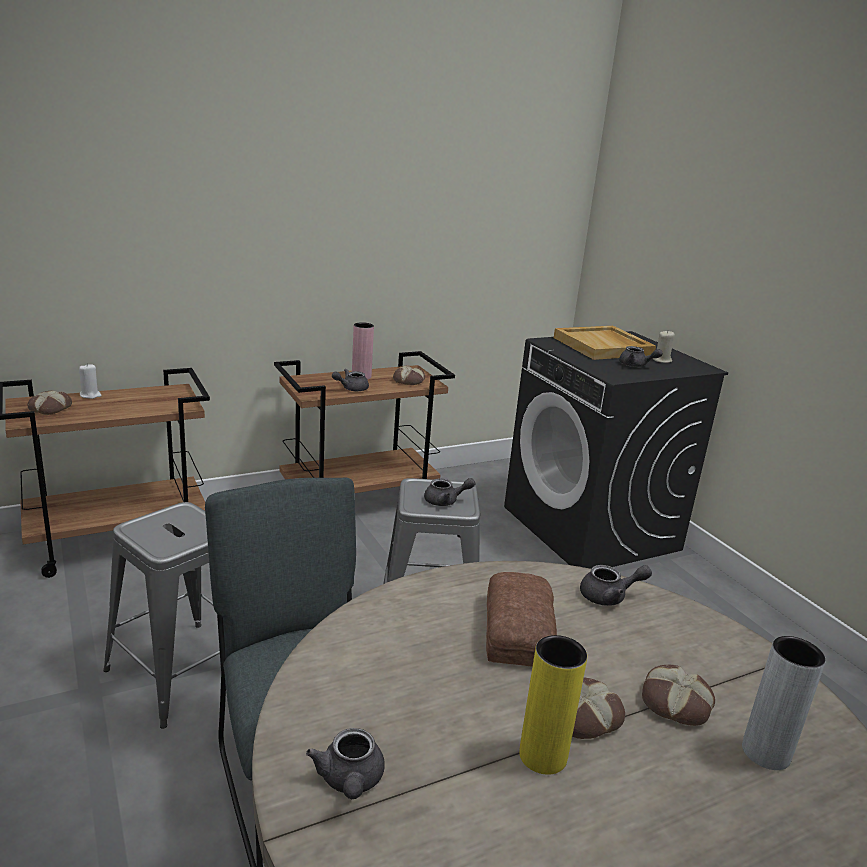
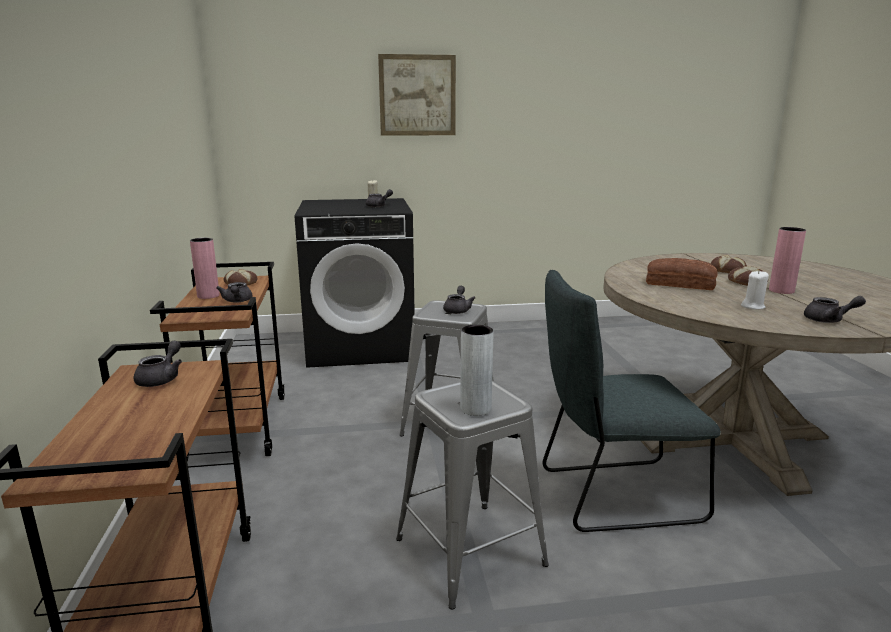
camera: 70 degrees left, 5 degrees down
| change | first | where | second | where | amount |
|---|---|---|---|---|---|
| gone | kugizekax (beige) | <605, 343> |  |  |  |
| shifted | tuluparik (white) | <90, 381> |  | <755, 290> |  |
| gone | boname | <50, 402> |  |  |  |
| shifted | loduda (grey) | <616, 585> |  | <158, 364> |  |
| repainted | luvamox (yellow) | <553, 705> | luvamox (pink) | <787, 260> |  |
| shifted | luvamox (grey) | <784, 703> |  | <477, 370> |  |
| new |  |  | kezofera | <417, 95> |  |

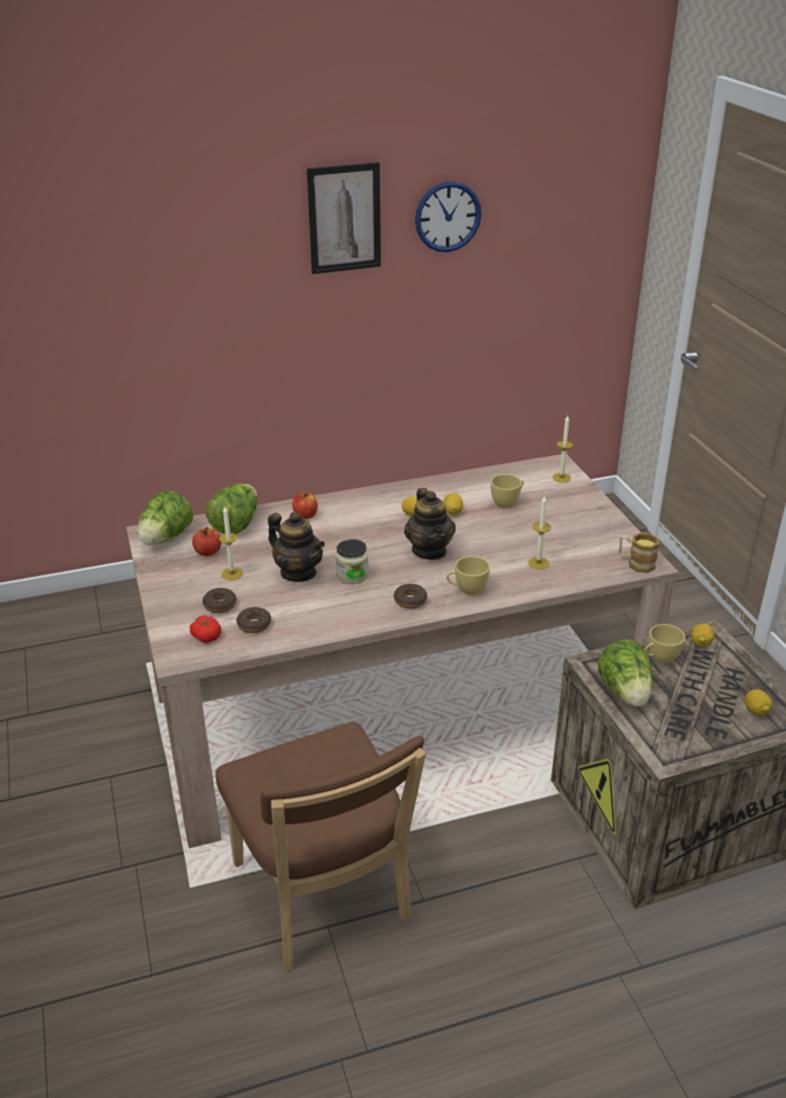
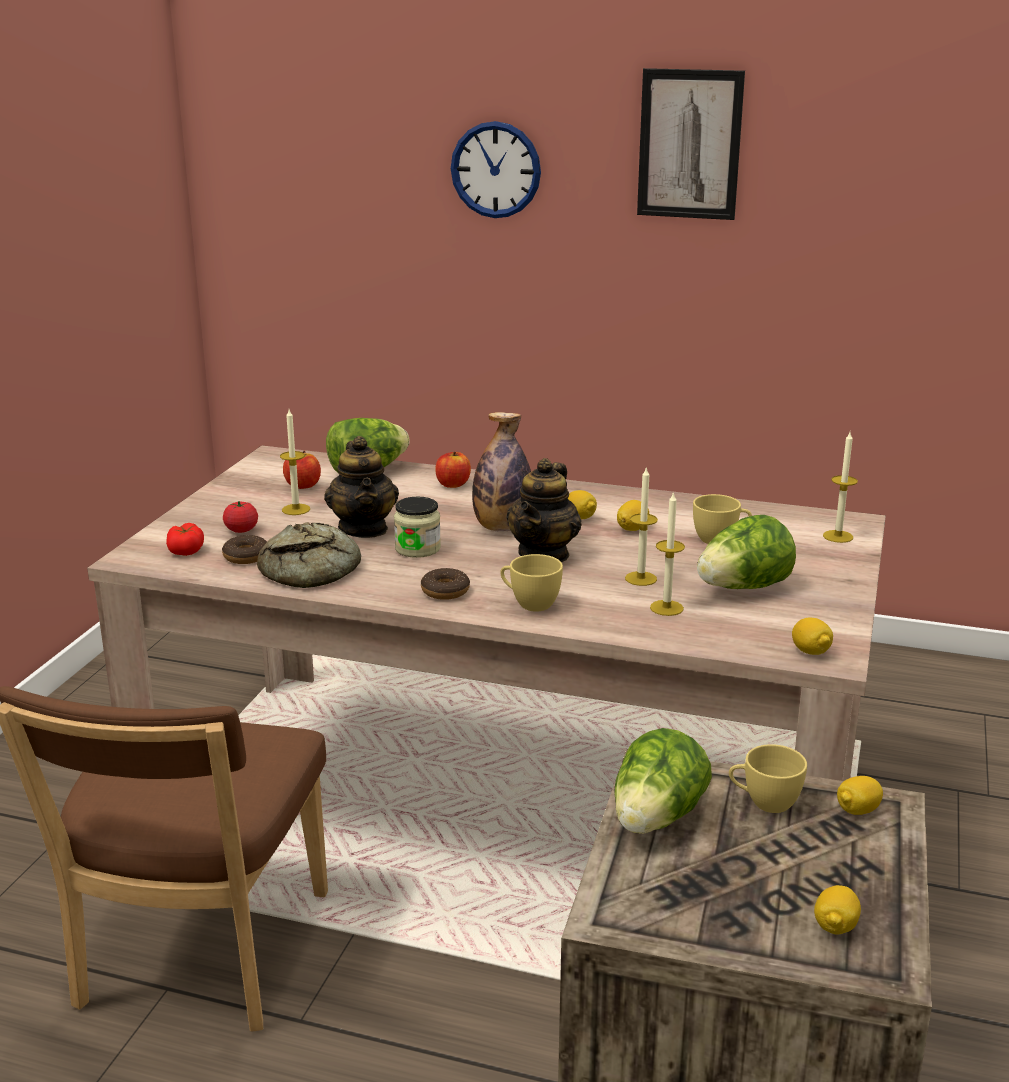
camera: 35 degrees right, 10 degrees down
| change | first | where | second | where | amount |
|---|---|---|---|---|---|
| shifted | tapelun | <448, 216> |  | <496, 169> |  |
| shifted | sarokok | <165, 518> |  | <746, 552> |  |
| swapped | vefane | <639, 553> | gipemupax | <812, 636> |  |
| swapped | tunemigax | <220, 600> | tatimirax | <240, 517> |  |
| new |  |  | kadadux | <501, 472> |  |
| new |  |  | tuluparik | <641, 526> |  |
| new |  |  | boname | <309, 555> |  |

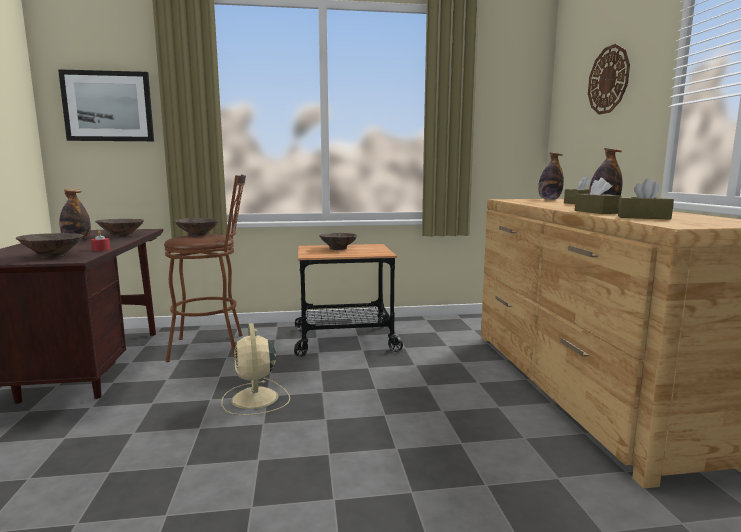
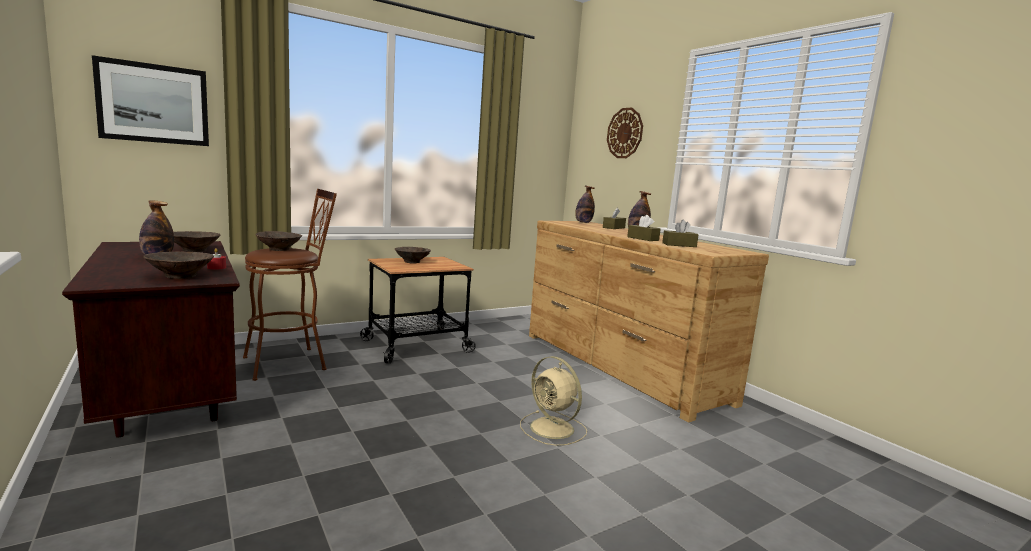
camera: 25 degrees left, 0 degrees up
| change | first | where | second | where | amount |
|---|---|---|---|---|---|
| shifted | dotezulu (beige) | <256, 369> |  | <553, 401> |  |

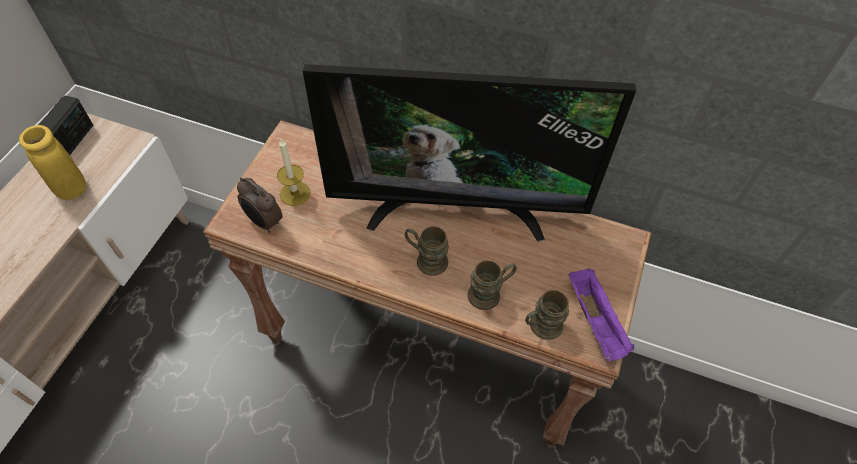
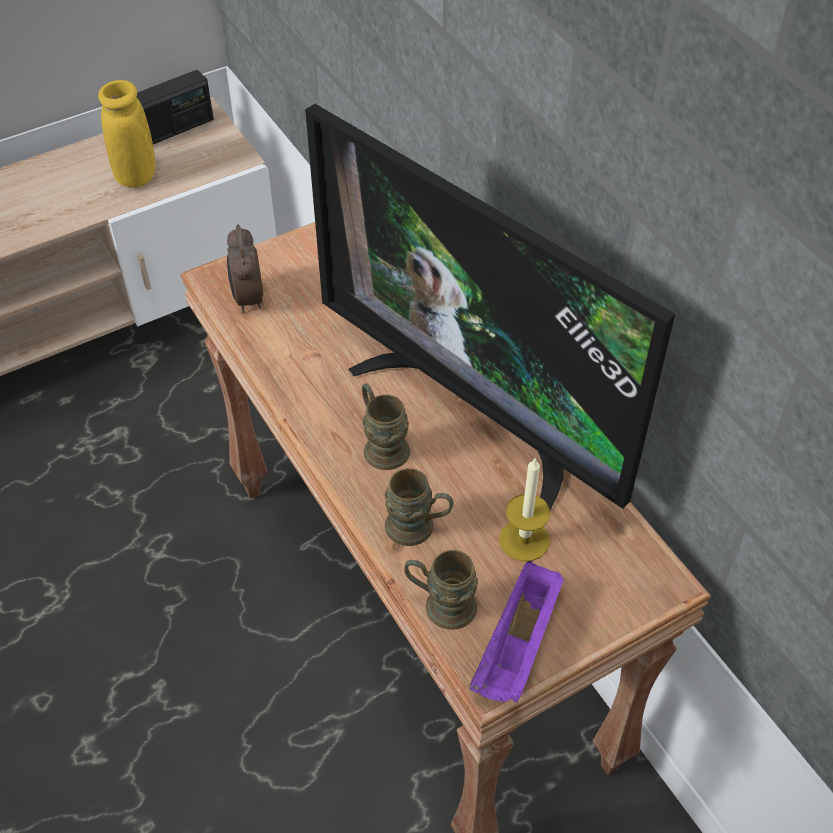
camera: 40 degrees right, 5 degrees down
| change | first | where | second | where | amount |
|---|---|---|---|---|---|
| shifted | tuluparik | <293, 172> |  | <524, 509> |  |

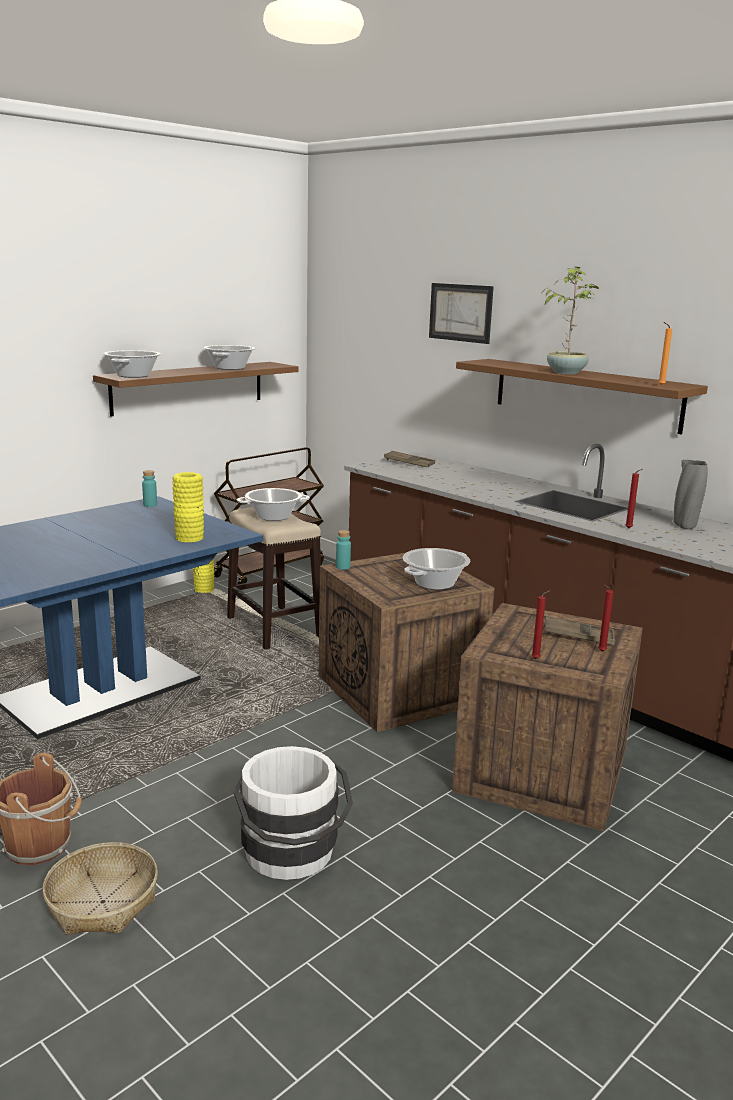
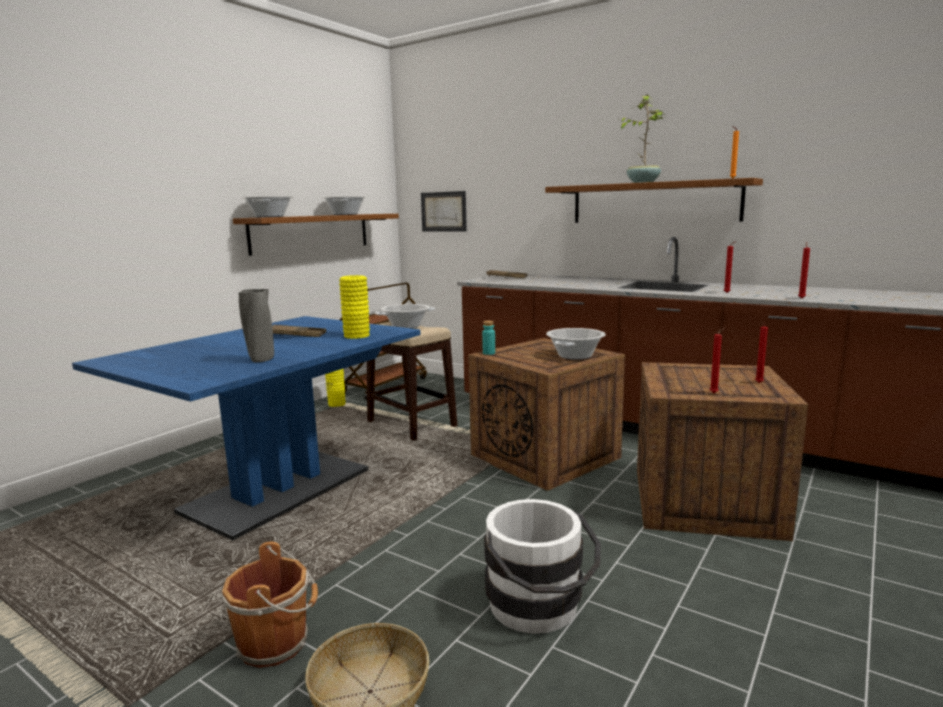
camera: 10 degrees left, 5 degrees down
| change | first | where | second | where | amount |
|---|---|---|---|---|---|
| shifted | kezofera | <461, 313> |  | <444, 211> |  |
| shifted | luvamox (grey) | <690, 494> |  | <256, 325> |  |
| gone | kadadux (turquoise) | <149, 488> |  |  |  |
| shifted | kugizekax (brown) | <580, 630> |  | <299, 331> |  |
| new |  |  | tuluparik (red) | <804, 270> |  |

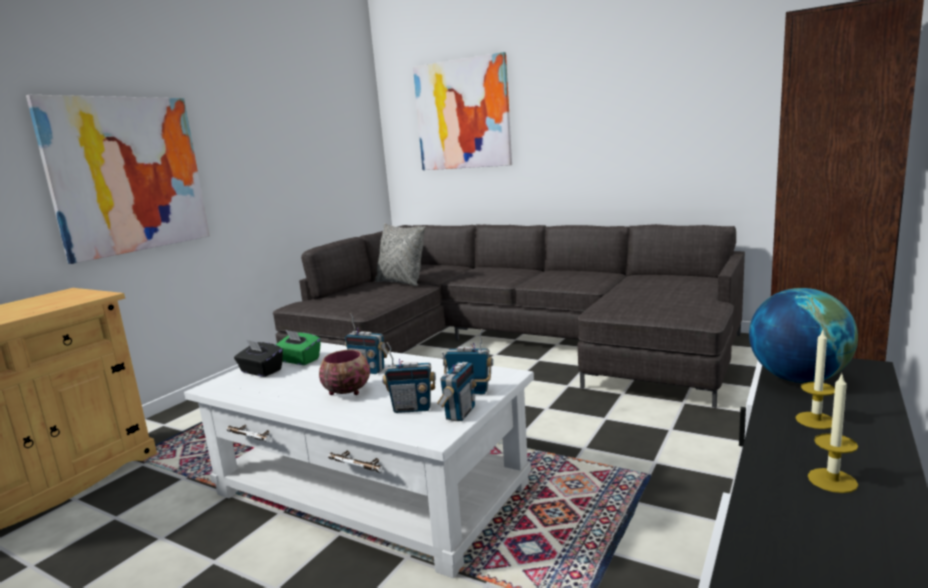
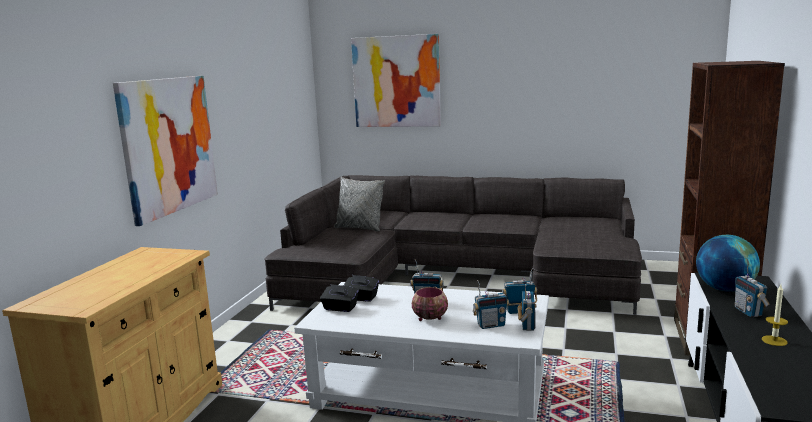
camera: 15 degrees left, 0 degrees up
| change | first | where | second | where | amount |
|---|---|---|---|---|---|
| repainted | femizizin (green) | <298, 347> | femizizin (black) | <361, 288> |  |
| swapped | tuluparik | <815, 380> | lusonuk | <752, 288> |  |

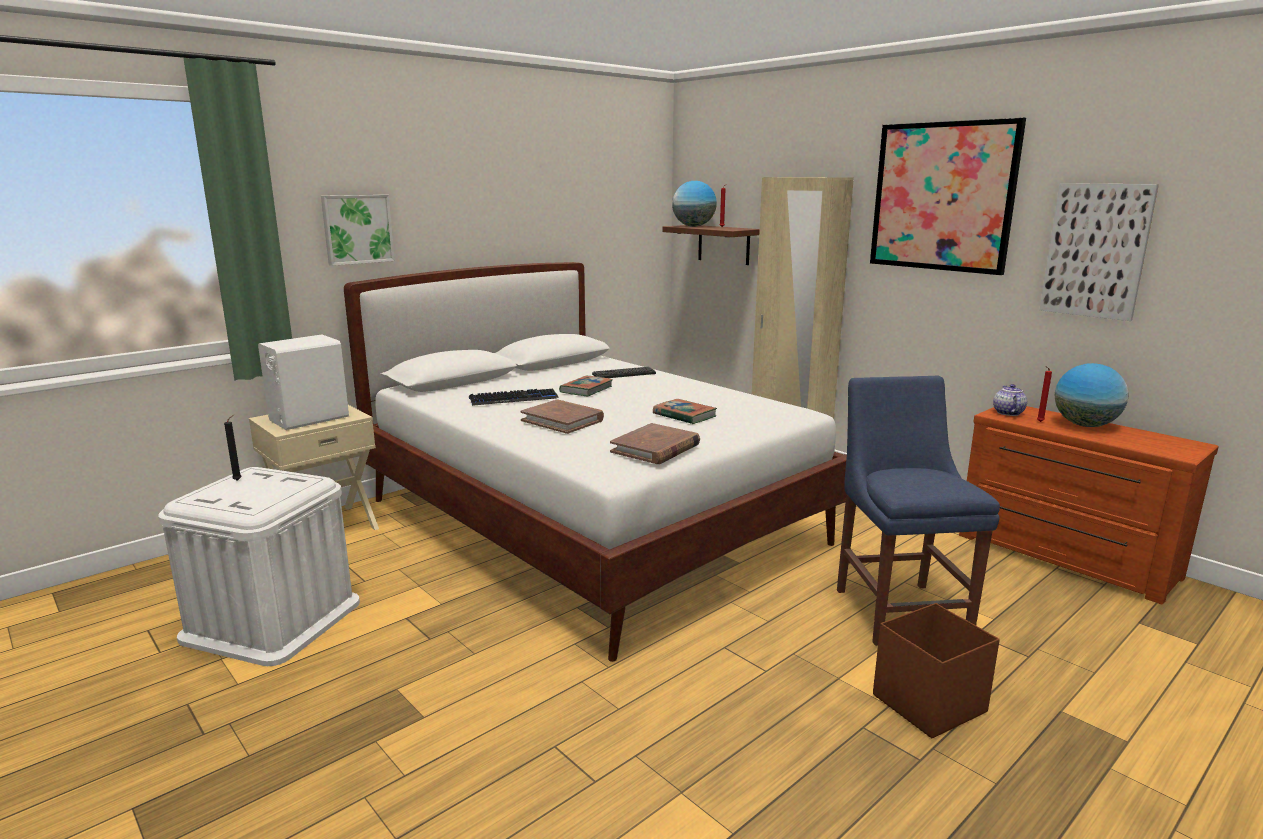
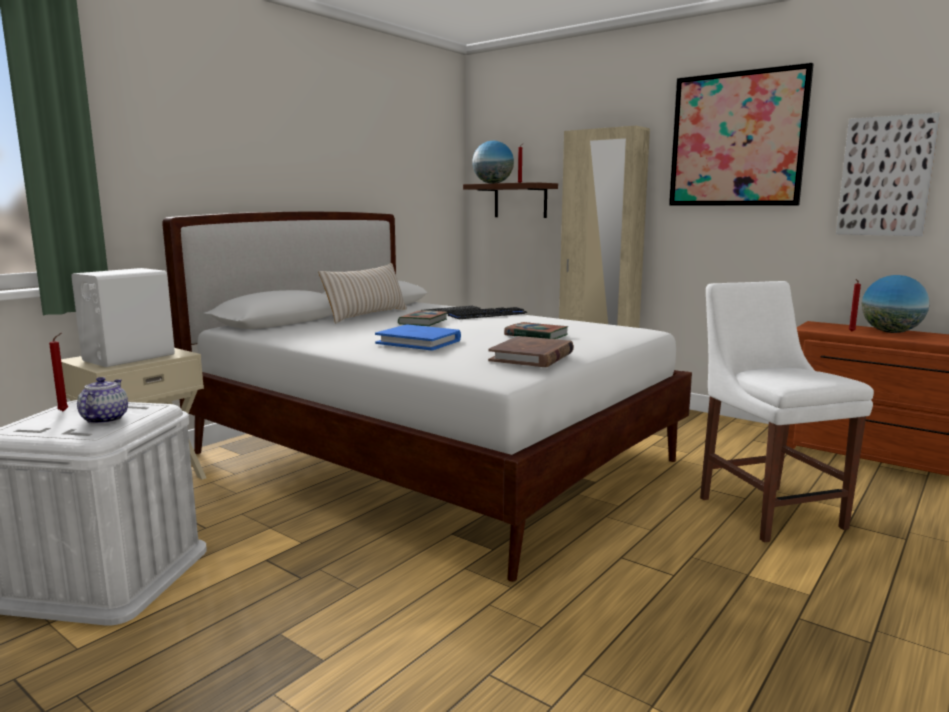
camera: 10 degrees left, 5 degrees down
| change | first | where | second | where | amount |
|---|---|---|---|---|---|
| gone | kezofera | <358, 230> |  |  |  |
| repainted | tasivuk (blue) | <918, 511> | tasivuk (white) | <787, 412> |  |
| shifted | loduda | <1010, 400> |  | <102, 400> |  |
| shifted | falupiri | <514, 397> |  | <487, 313> |  |
| repainted | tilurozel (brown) | <562, 417> | tilurozel (blue) | <418, 338> |  |
| repainted | tuluparik (black) | <233, 447> | tuluparik (red) | <58, 372> |  |
| gone | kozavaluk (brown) | <936, 670> |  |  |  |
| new |  |  | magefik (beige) | <362, 293> |  |

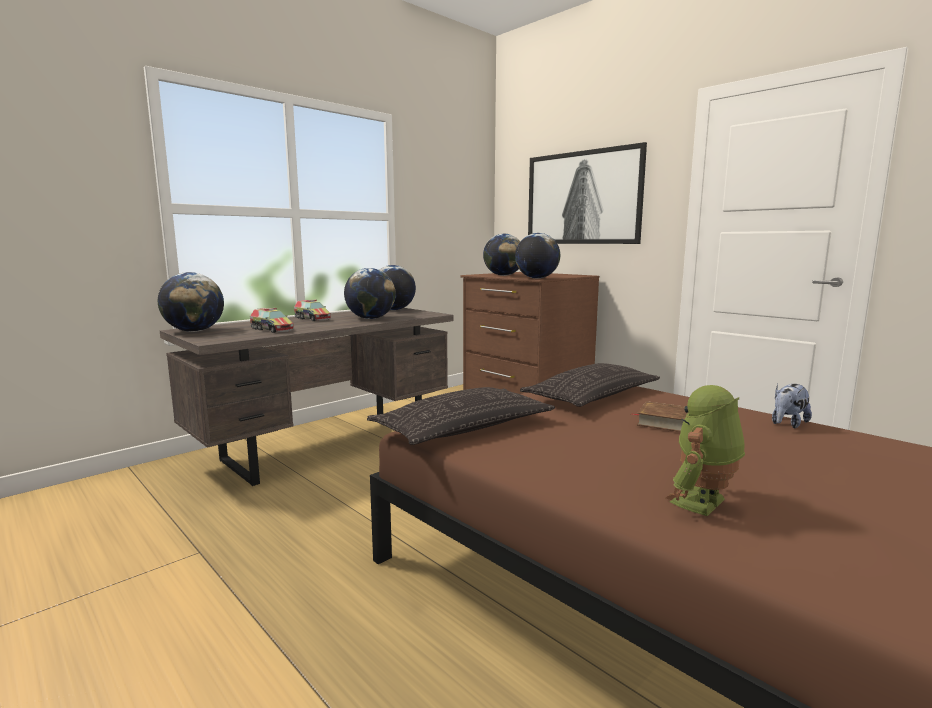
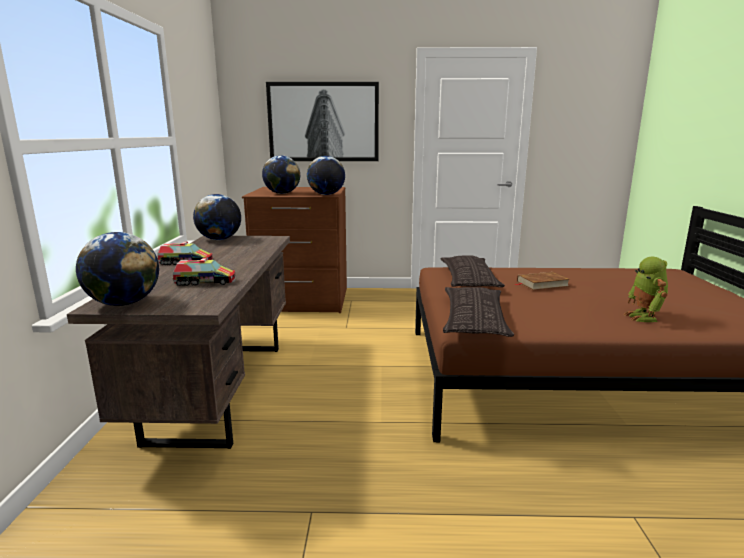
camera: 45 degrees left, 5 degrees up
| change | first | where | second | where | amount |
|---|---|---|---|---|---|
| gone | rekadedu | <370, 293> |  |  |  |
| gone | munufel | <792, 405> |  |  |  |

